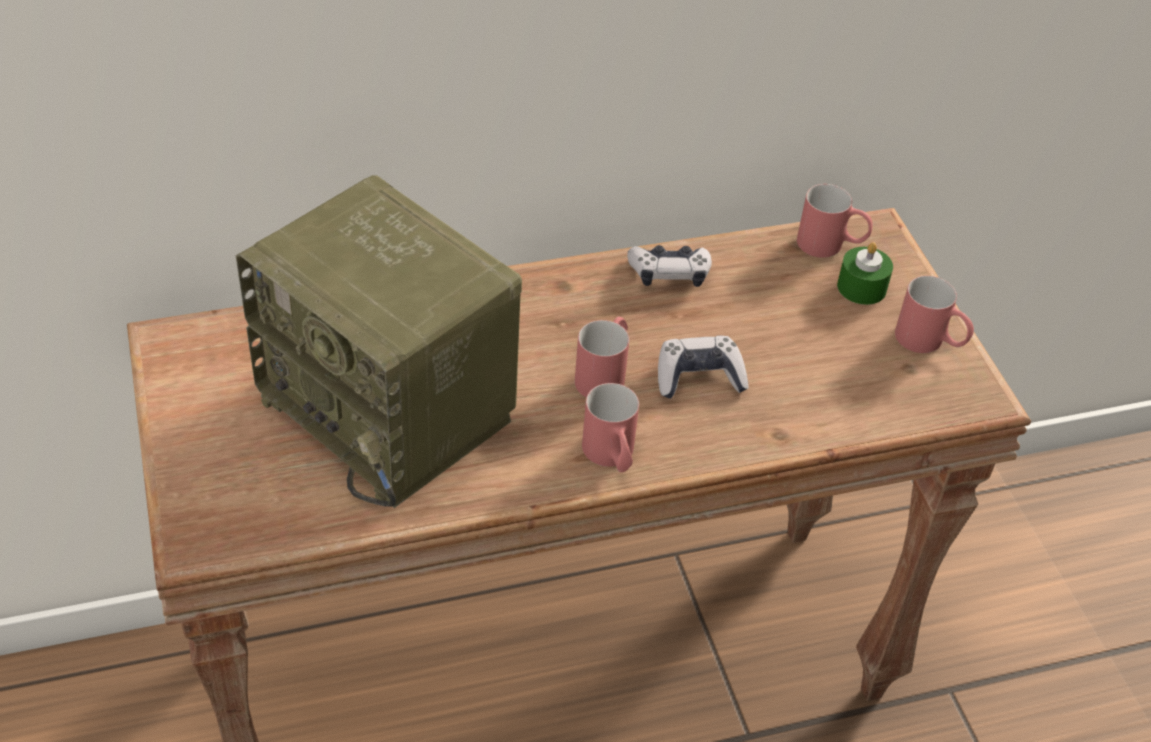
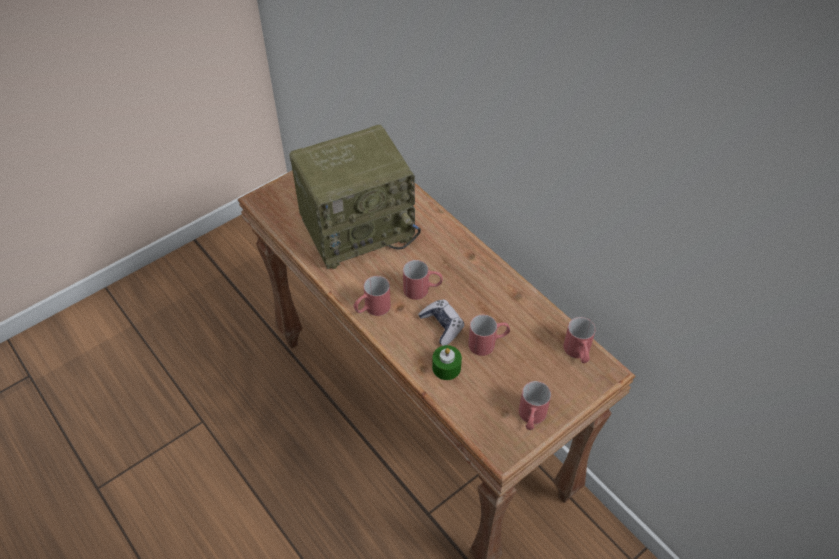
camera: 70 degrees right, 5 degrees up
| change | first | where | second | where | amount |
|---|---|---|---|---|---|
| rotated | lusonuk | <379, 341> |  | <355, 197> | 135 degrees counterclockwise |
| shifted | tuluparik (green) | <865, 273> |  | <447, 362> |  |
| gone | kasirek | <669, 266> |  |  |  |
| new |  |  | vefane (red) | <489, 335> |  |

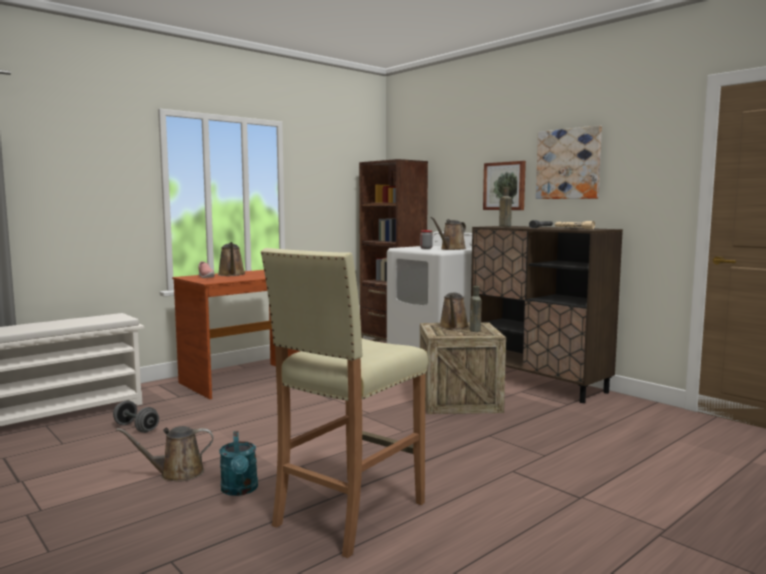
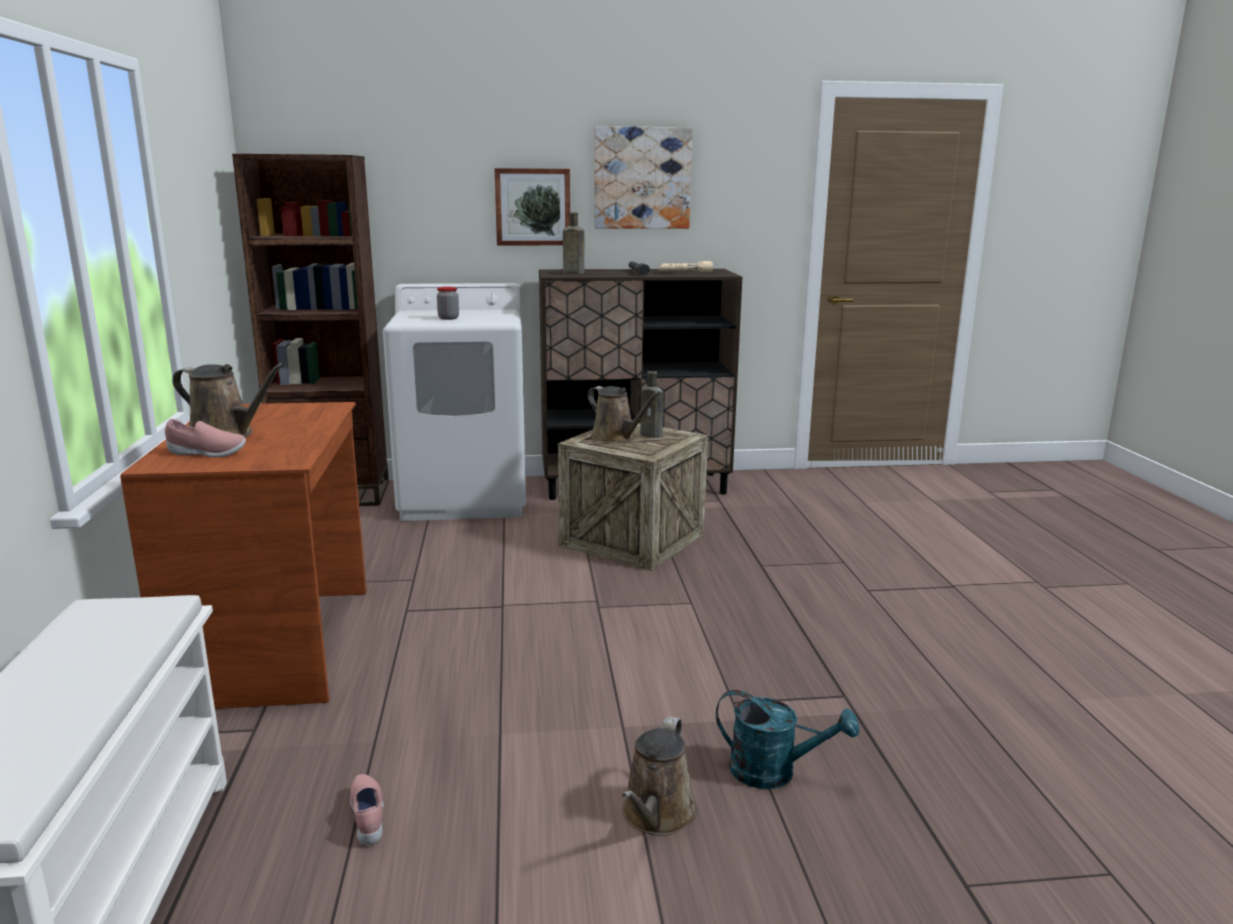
camera: 55 degrees left, 10 degrees up
| change | first | where | second | where | amount |
|---|---|---|---|---|---|
| gone | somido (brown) | <448, 233> |  |  |  |
| gone | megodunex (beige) | <344, 403> |  |  |  |
| swapped | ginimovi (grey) | <136, 416> | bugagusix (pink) | <366, 809> |  |

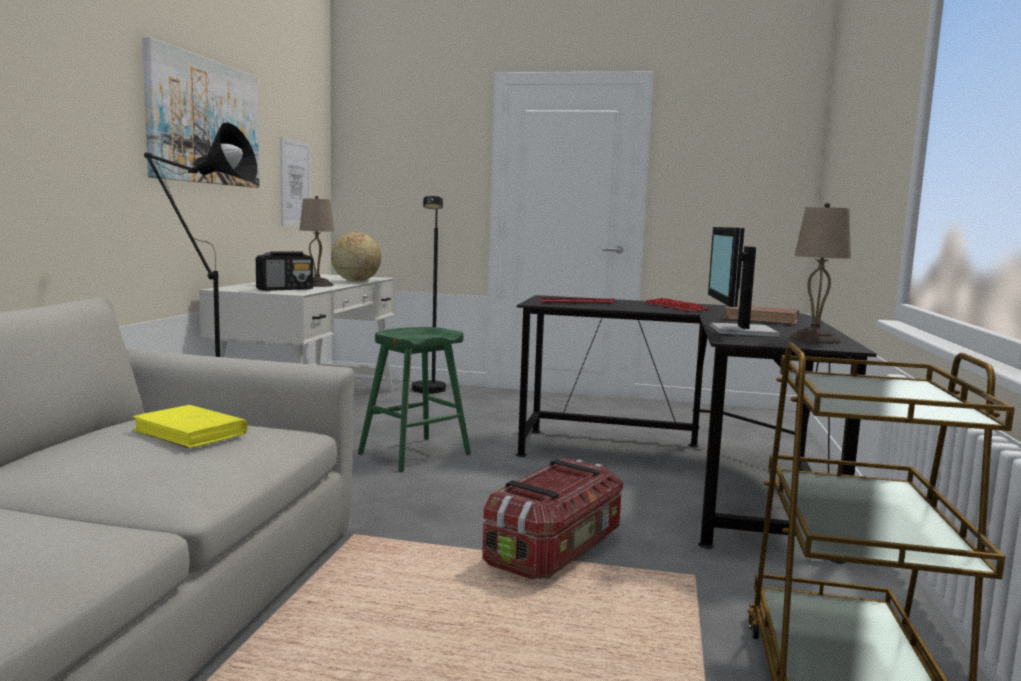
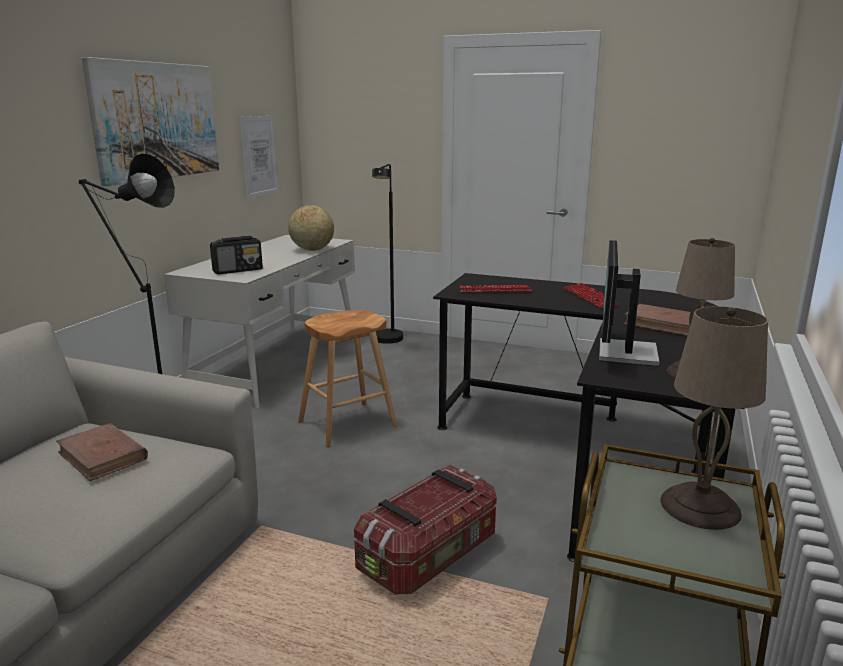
camera: 10 degrees right, 10 degrees up
| change | first | where | second | where | amount |
|---|---|---|---|---|---|
| shifted | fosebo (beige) | <316, 241> |  | <714, 418> |  |
| repainted | megodunex (green) | <414, 399> | megodunex (brown) | <347, 378> |  |
| repainted | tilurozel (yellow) | <190, 426> | tilurozel (brown) | <102, 452> |  |

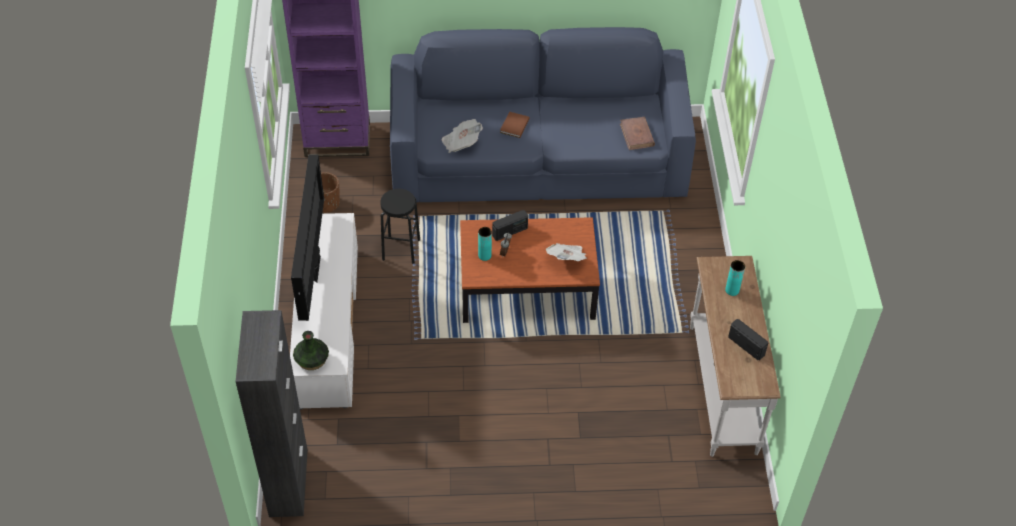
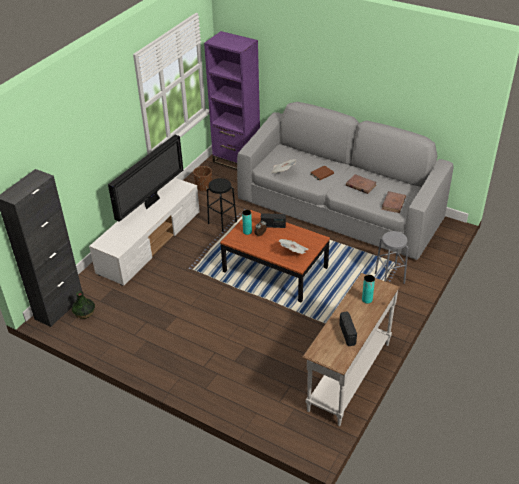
camera: 35 degrees right, 10 degrees down
| change | first | where | second | where | amount |
|---|---|---|---|---|---|
| repainted | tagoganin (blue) | <543, 114> | tagoganin (grey) | <345, 181> |  |
| shifted | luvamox | <311, 350> |  | <83, 305> |  |
| new |  |  | tilurozel (brown) | <361, 184> |  |
| new |  |  | megodunex (grey) | <391, 257> |  |

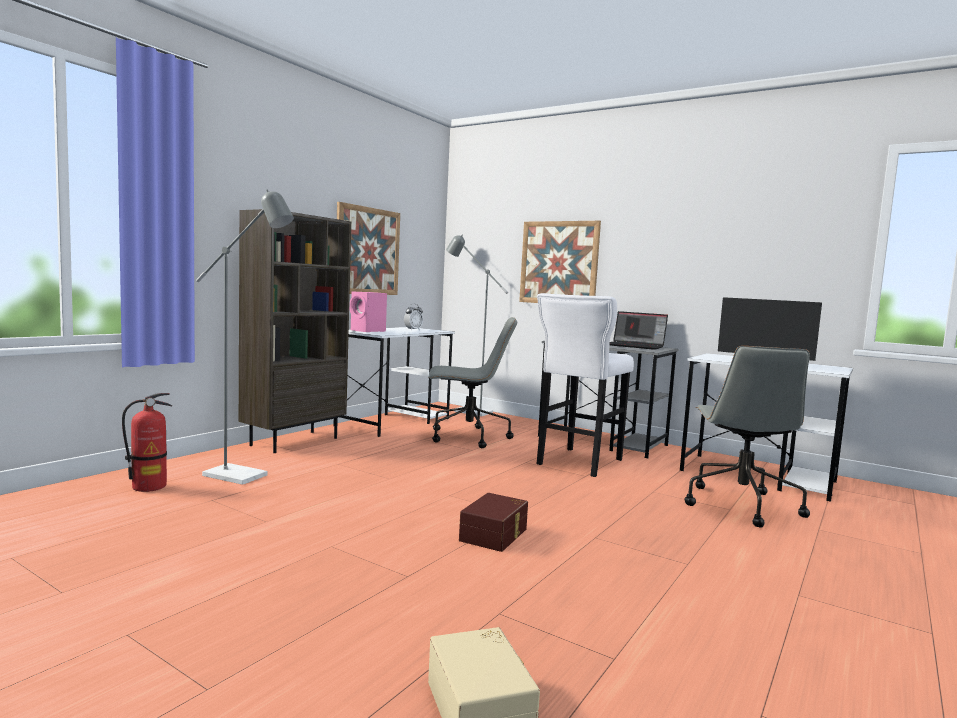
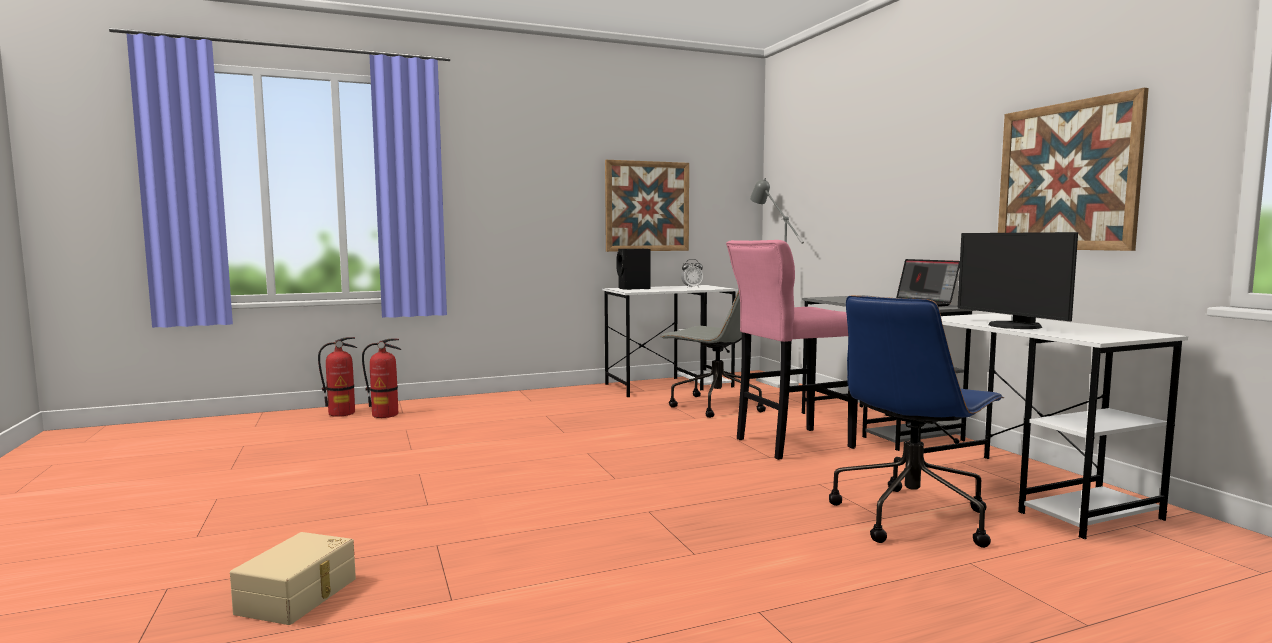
camera: 35 degrees right, 0 degrees up
| change | first | where | second | where | amount |
|---|---|---|---|---|---|
| gone | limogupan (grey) | <245, 337> |  |  |  |
| gone | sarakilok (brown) | <295, 331> |  |  |  |
| shifted | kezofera | <560, 262> |  | <1073, 169> |  |
| repainted | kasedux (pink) | <368, 311> | kasedux (black) | <633, 269> |  |
| repainted | megodunex (white) | <585, 385> | megodunex (pink) | <792, 350> |  |
| repainted | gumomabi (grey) | <747, 437> | gumomabi (blue) | <916, 422> |  |
| gone | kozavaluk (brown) | <493, 522> |  |  |  |
| new |  |  | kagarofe | <337, 377> |  |

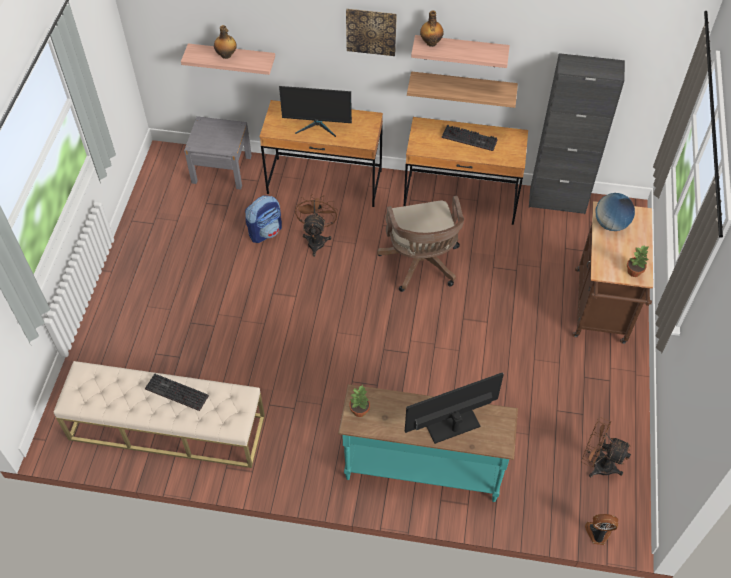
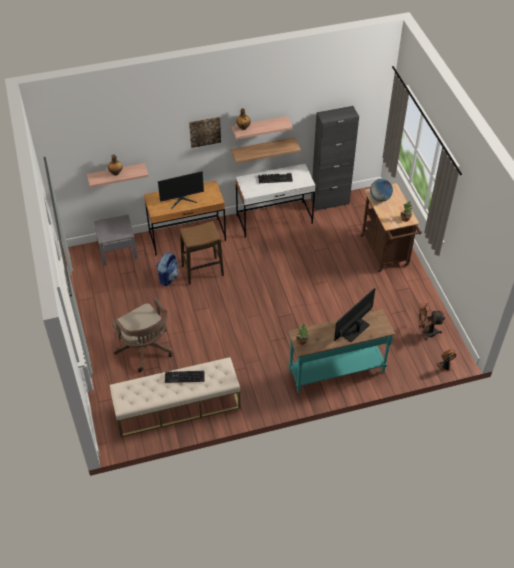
camera: 25 degrees left, 5 degrees down
| change | first | where | second | where | amount |
|---|---|---|---|---|---|
| repainted | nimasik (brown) | <466, 171> | nimasik (white) | <275, 201> |  |
| swapped | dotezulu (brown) | <316, 225> | megodunex | <202, 253> |  |
| shifted | gumomabi (brown) | <420, 244> |  | <143, 334> |  |

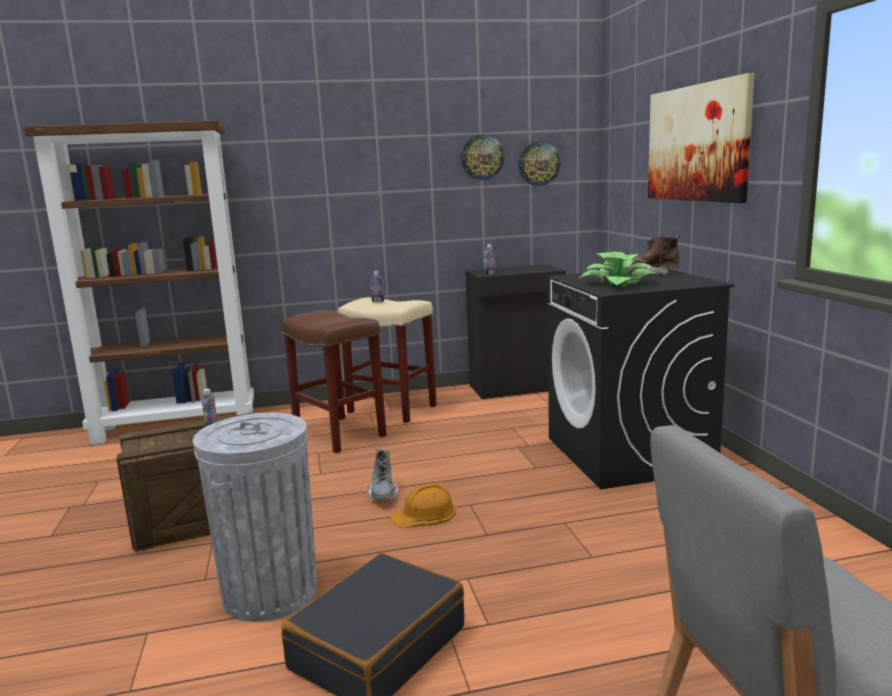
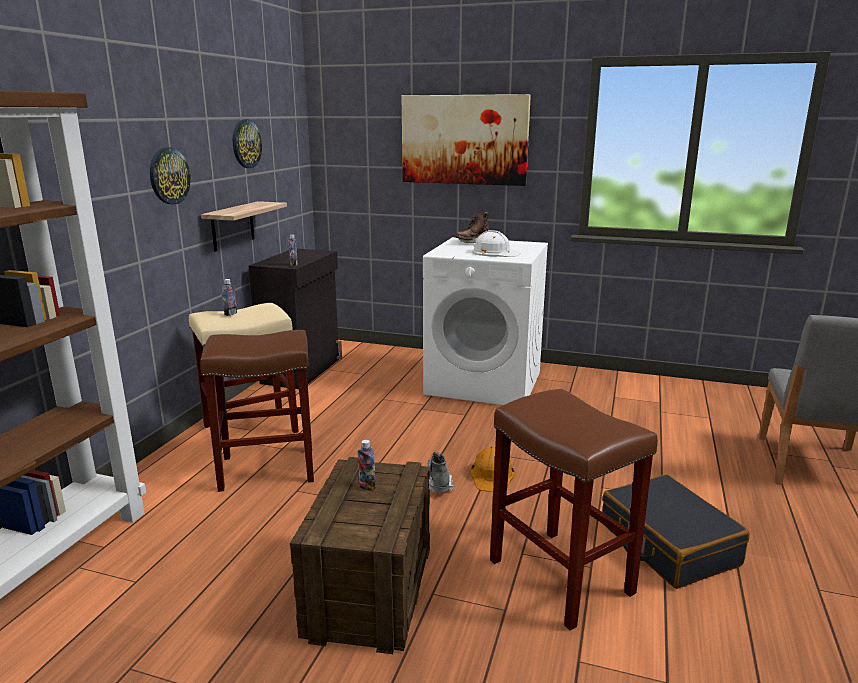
camera: 60 degrees left, 5 degrees up
| change | first | where | second | where | amount |
|---|---|---|---|---|---|
| shifted | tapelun | <539, 164> |  | <170, 176> |  |
| swapped | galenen | <619, 269> | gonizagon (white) | <496, 243> |  |
| repainted | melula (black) | <640, 379> | melula (white) | <485, 321> |  |
| swapped | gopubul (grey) | <255, 517> | megodunex (brown) | <574, 510> |  |
| rotated | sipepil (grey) | <383, 474> |  | <441, 472> | 120 degrees counterclockwise |
| new |  |  | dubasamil | <244, 226> |  |

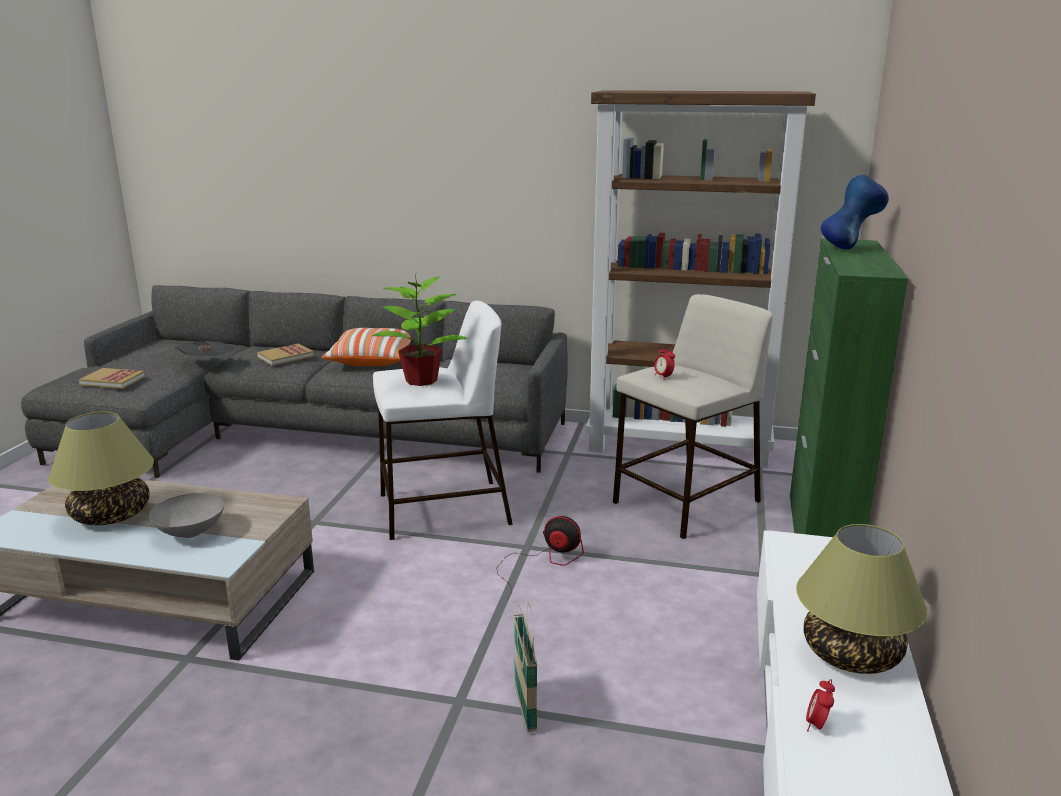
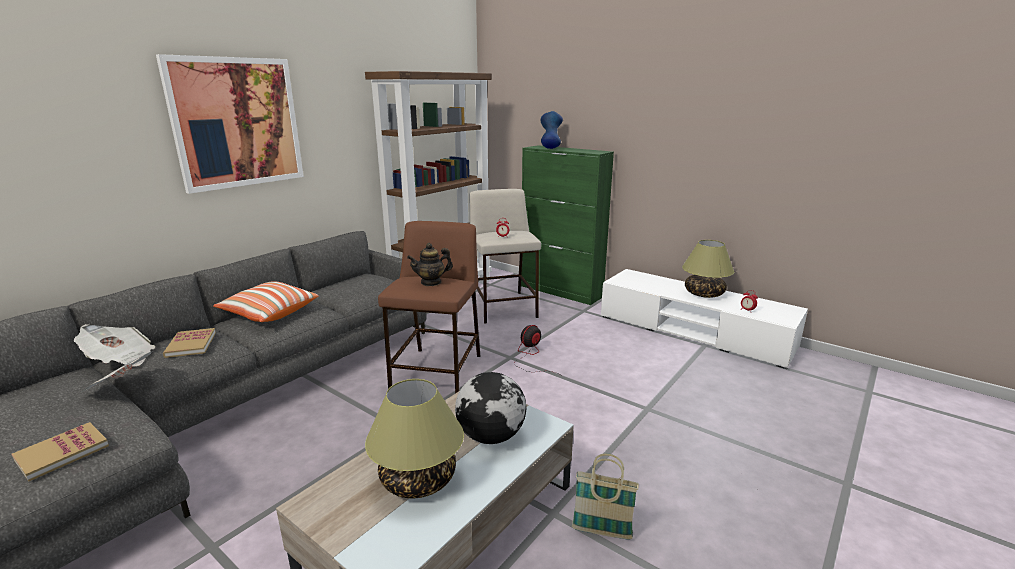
camera: 65 degrees left, 0 degrees up
| change | first | where | second | where | amount |
|---|---|---|---|---|---|
| swapped | galenen | <420, 328> | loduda | <430, 264> |  |
| repainted | megodunex (white) | <443, 420> | megodunex (brown) | <429, 307> |  |
| swapped | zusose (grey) | <186, 515> | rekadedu | <491, 408> |  |
| shifted | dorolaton | <526, 667> |  | <605, 497> |  |
| new |  |  | kezofera | <230, 124> |  |
| new |  |  | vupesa | <115, 345> |  |

